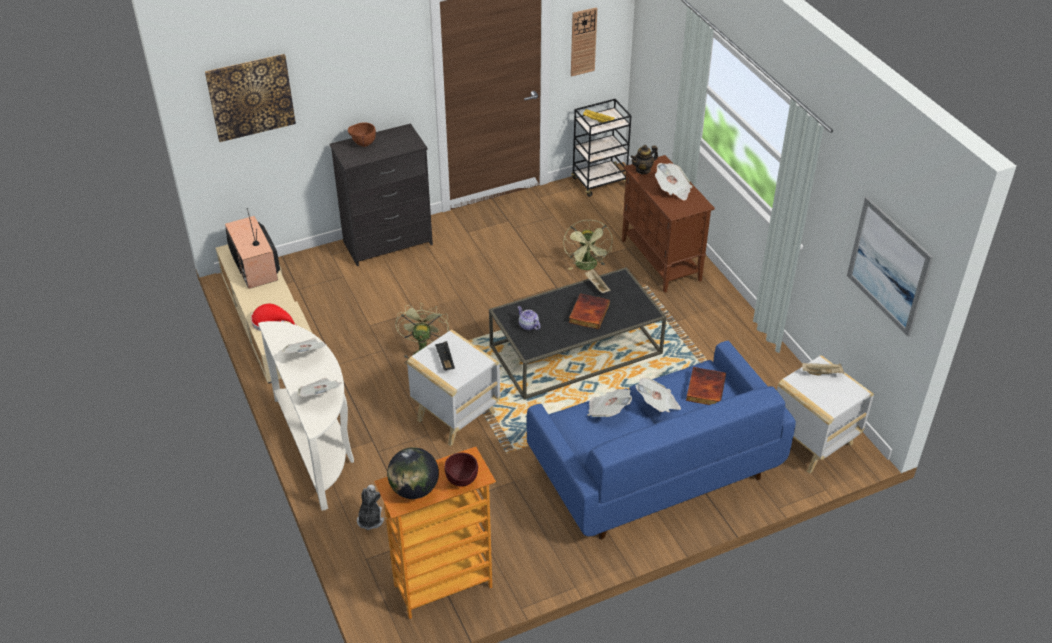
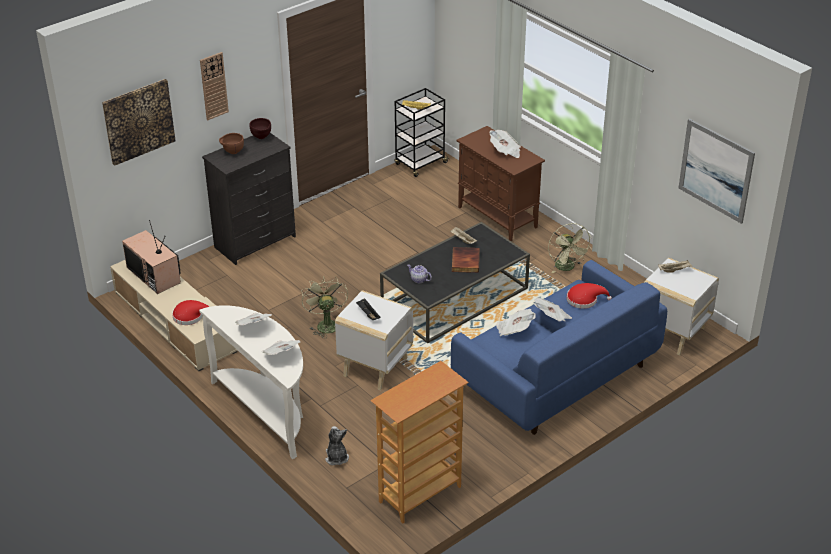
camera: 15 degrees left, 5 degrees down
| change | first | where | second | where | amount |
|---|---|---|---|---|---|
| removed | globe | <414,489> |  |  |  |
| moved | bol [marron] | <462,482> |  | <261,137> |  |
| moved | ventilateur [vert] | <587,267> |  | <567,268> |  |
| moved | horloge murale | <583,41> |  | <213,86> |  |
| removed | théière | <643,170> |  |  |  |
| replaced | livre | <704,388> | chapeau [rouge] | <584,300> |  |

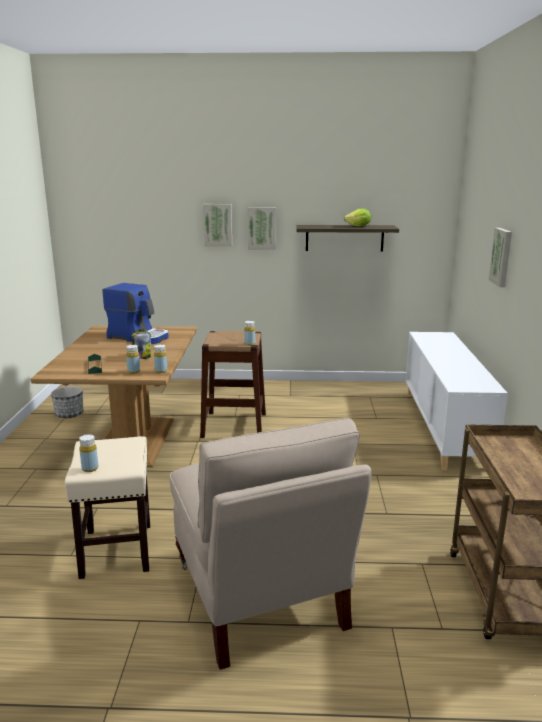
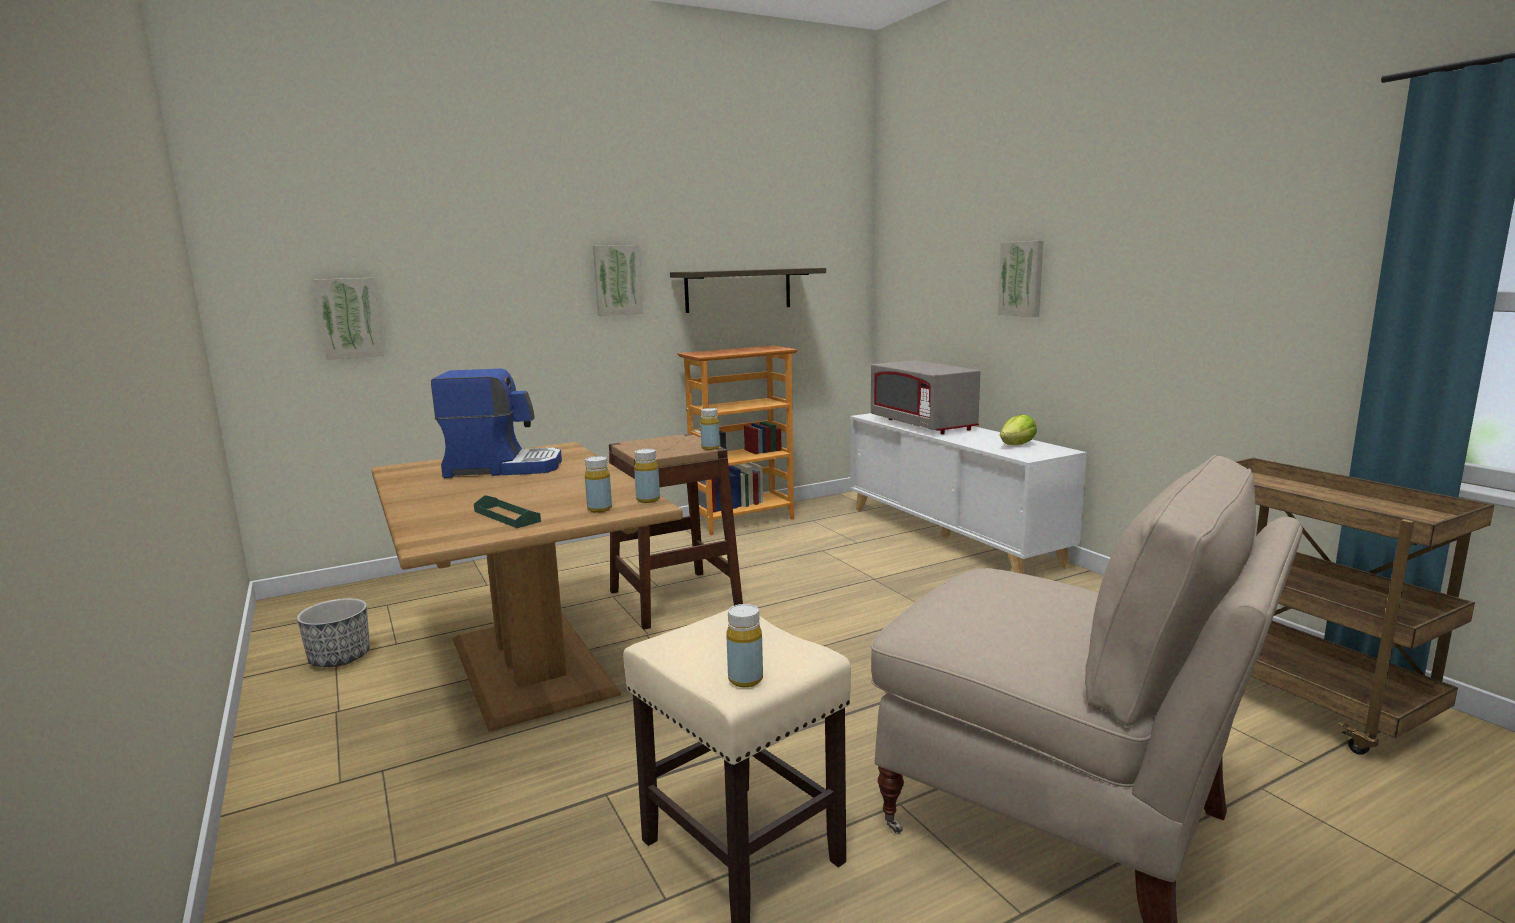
camera: 30 degrees left, 5 degrees down
| change | first | where | second | where | amount |
|---|---|---|---|---|---|
| removed | bocal | <141,357> |  |  |  |
| moved | tableau | <218,225> |  | <349,318> |  |
| moved | laitue | <358,226> |  | <1017,445> |  |
| added |  |  | bibliothèque | <742,520> |  |
| added |  |  | micro-ondes [gris] | <922,425> |  |

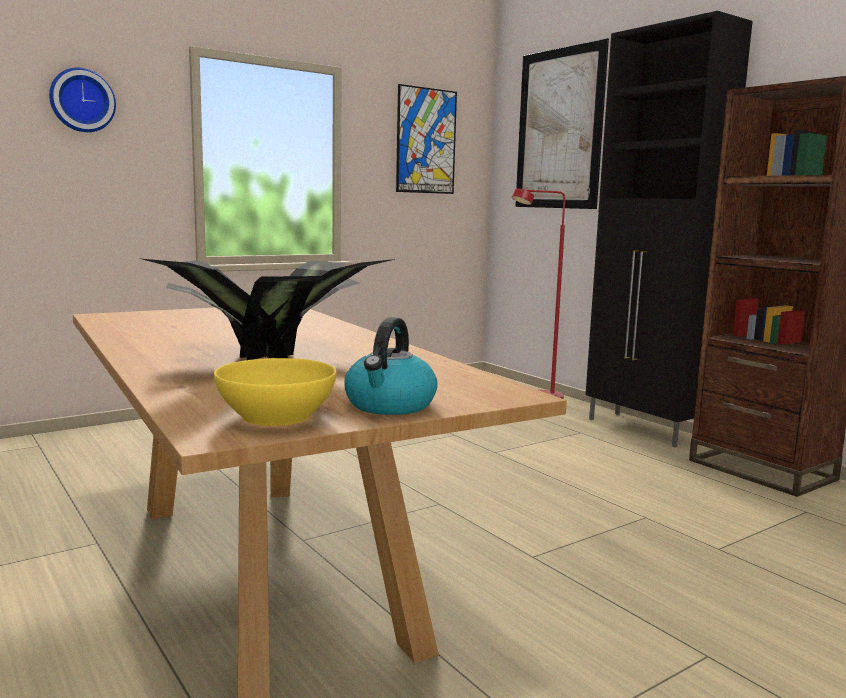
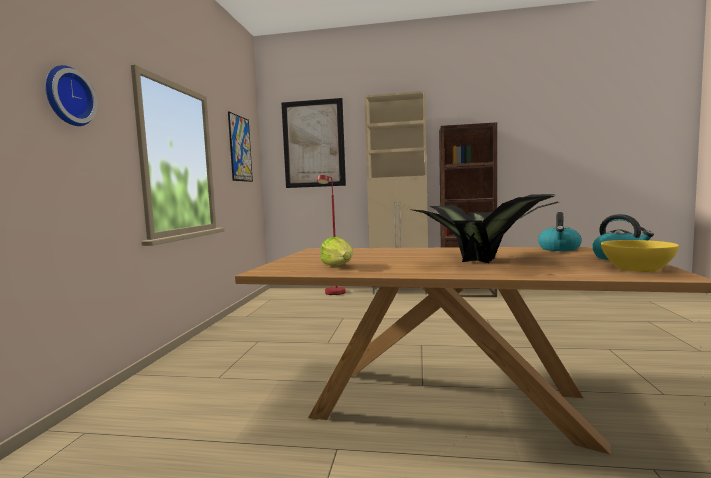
camera: 45 degrees left, 5 degrees down
| change | first | where | second | where | amount |
|---|---|---|---|---|---|
| recoloured | meuble de rangement [noir] | <644,429> | meuble de rangement [beige] | <401,291> |  |
| added |  |  | laitue | <339,266> |  |
| added |  |  | bouilloire | <559,249> |  |

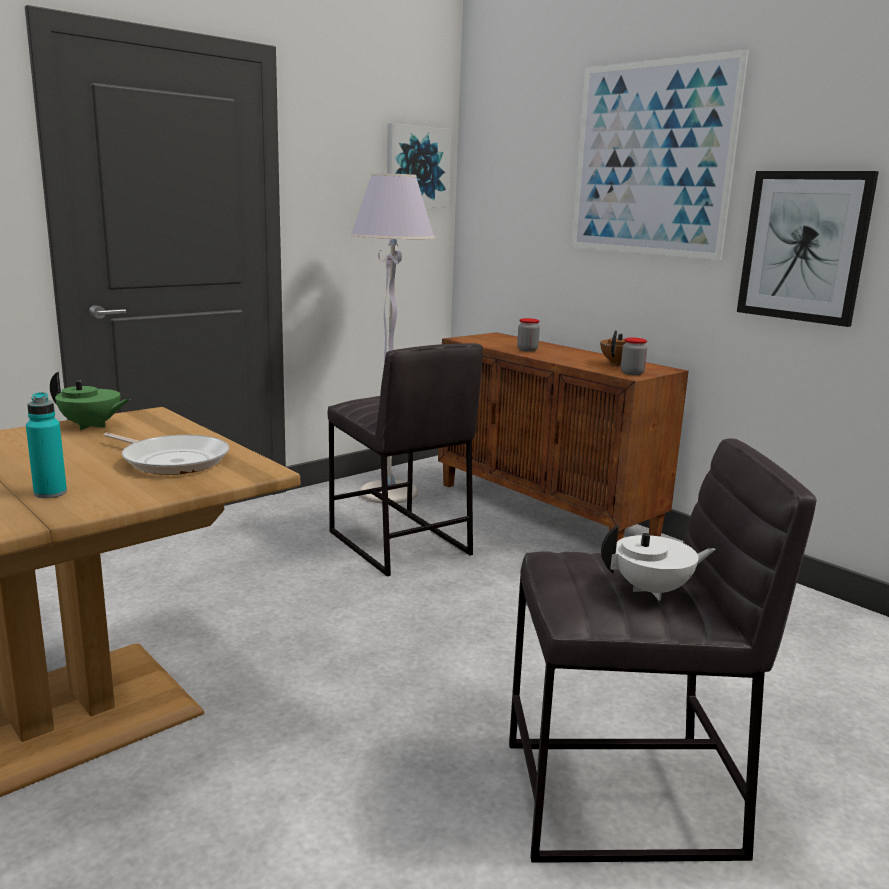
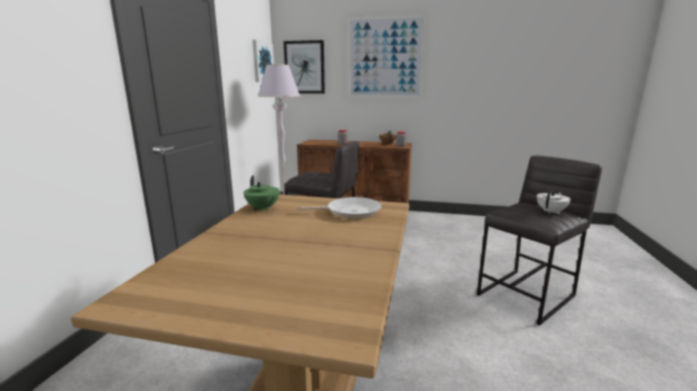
camera: 35 degrees left, 0 degrees up
| change | first | where | second | where | amount |
|---|---|---|---|---|---|
| removed | bouteille [turquoise] | <50,493> |  |  |  |
| turned | théière [vert] | <91,426> |  | <262,208> | 75 degrees clockwise |
| moved | tableau | <804,246> |  | <304,67> |  |

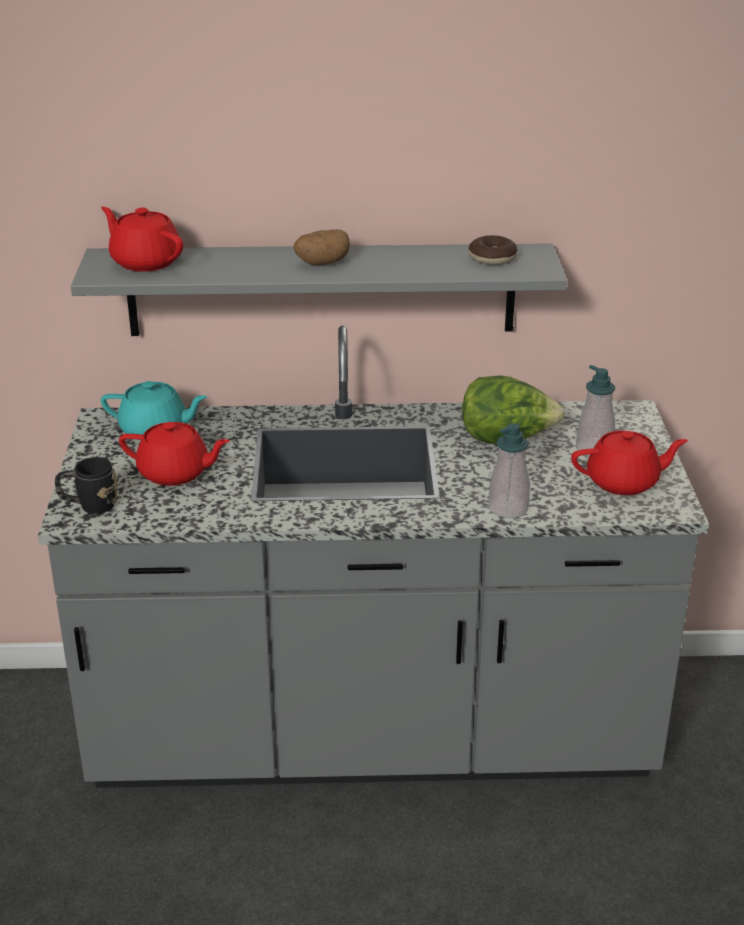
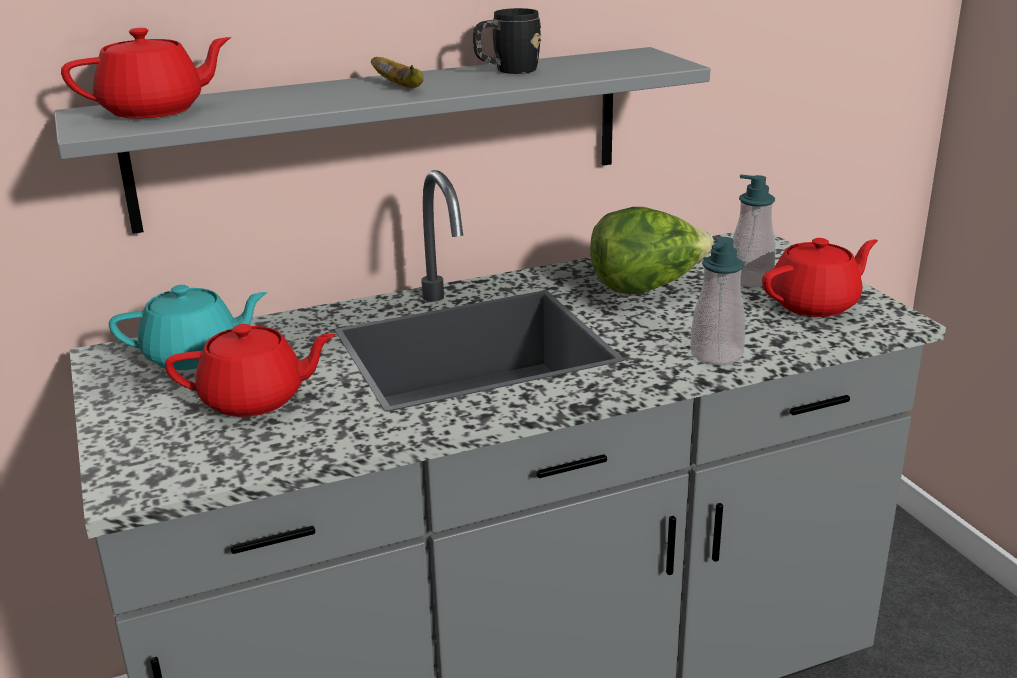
camera: 20 degrees left, 5 degrees down
| change | first | where | second | where | amount |
|---|---|---|---|---|---|
| moved | mug [noir] | <89,506> |  | <507,71> |  |
| turned | théière [rouge] | <145,262> |  | <155,110> | 135 degrees clockwise |
| replaced | pomme de terre | <322,263> | banane | <401,86> |  |
| removed | beignet | <492,258> |  |  |  |

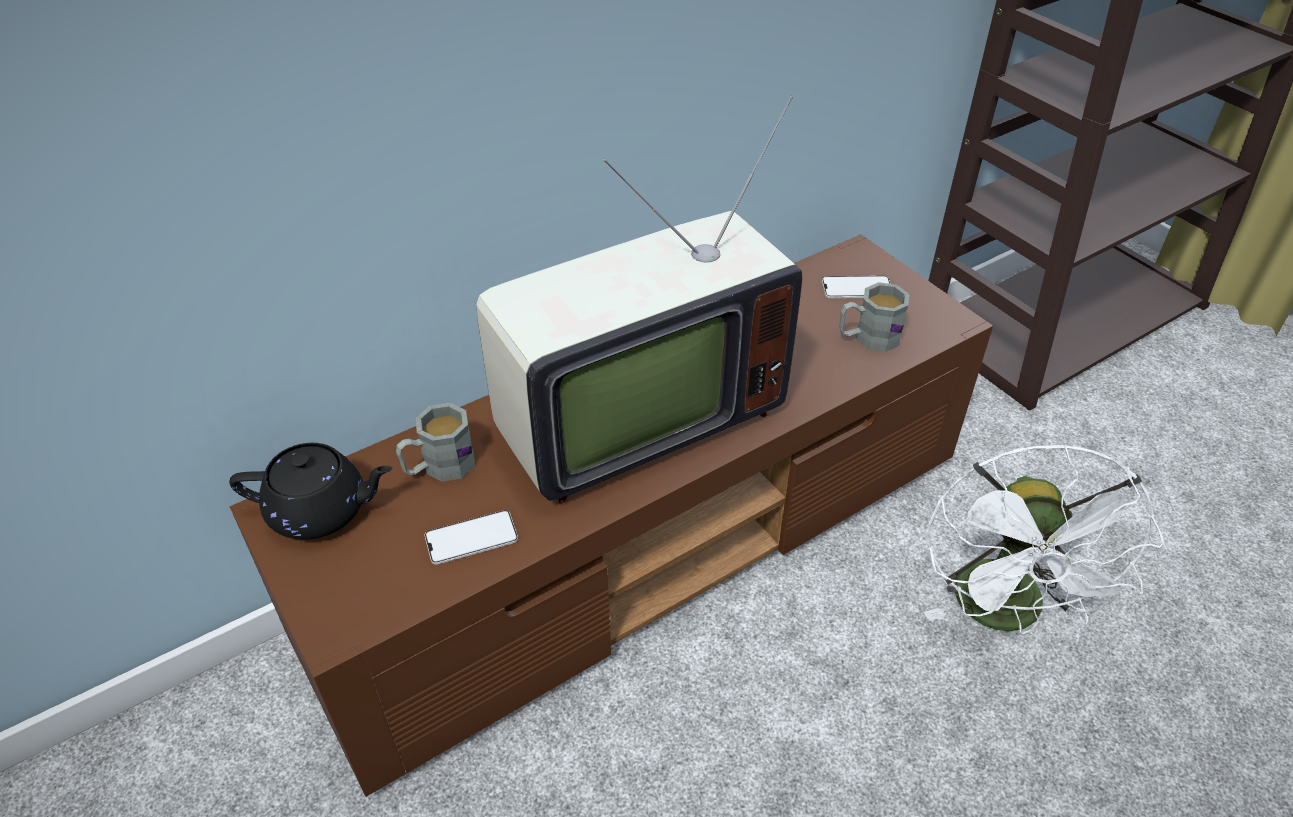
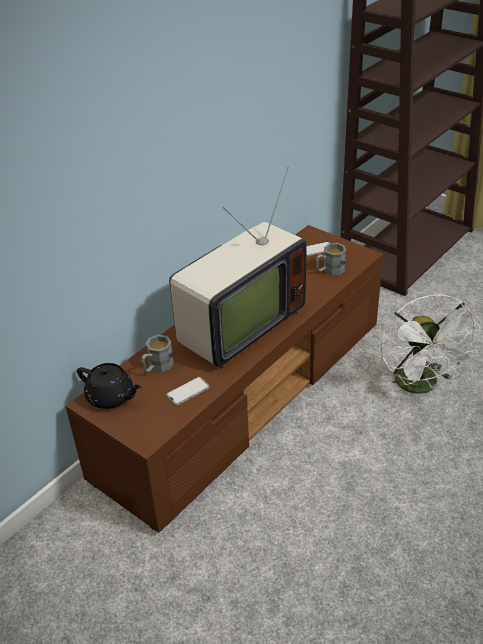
camera: 15 degrees left, 5 degrees down
| change | first | where | second | where | amount |
|---|---|---|---|---|---|
| turned | théière [noir] | <321,511> |  | <111,397> | 45 degrees clockwise |

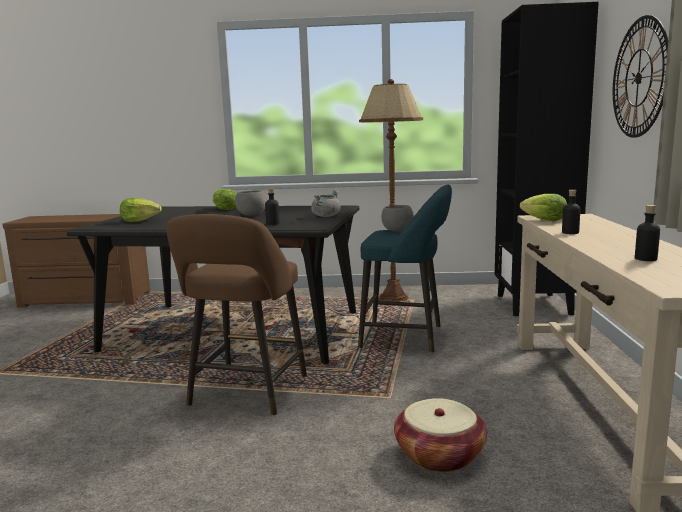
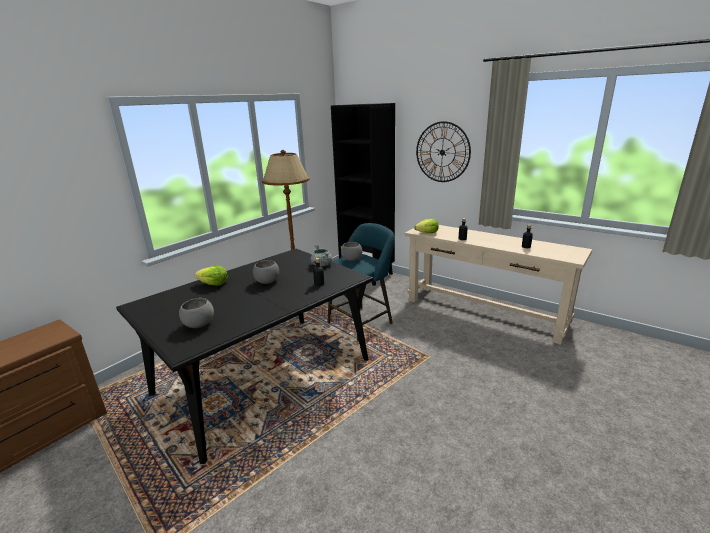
camera: 55 degrees left, 10 degrees up
| change | first | where | second | where | amount |
|---|---|---|---|---|---|
| replaced | laitue | <140,221> | bol [gris] | <198,325> |  |
| removed | tabouret [marron] | <246,394> |  |  |  |
| removed | panier | <439,455> |  |  |  |

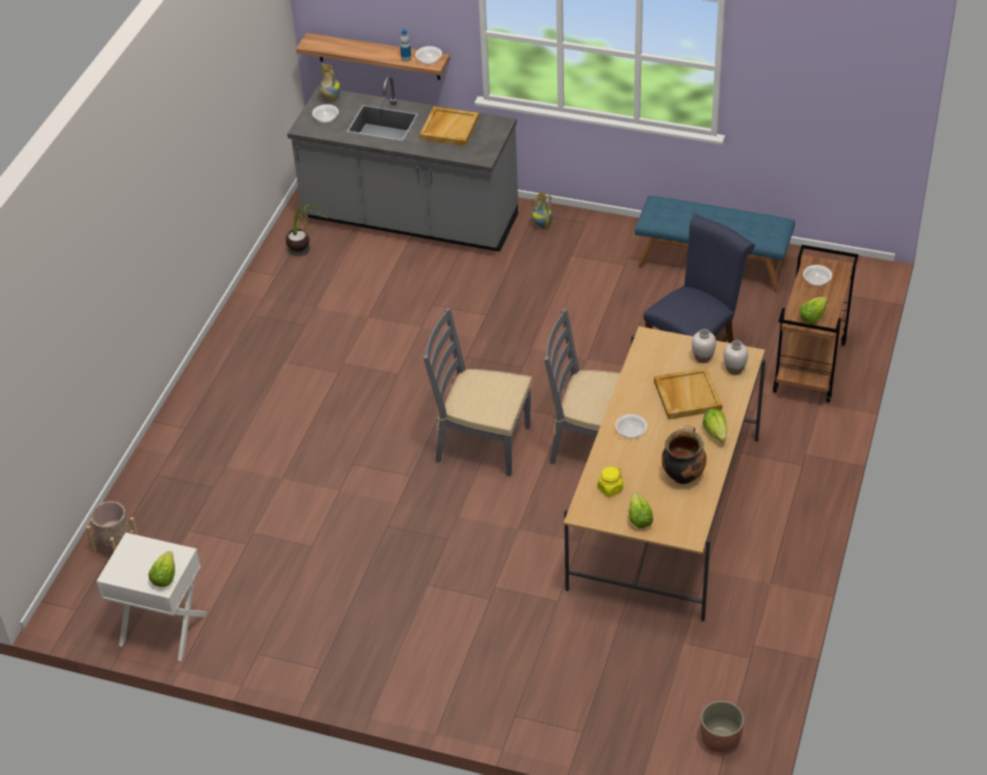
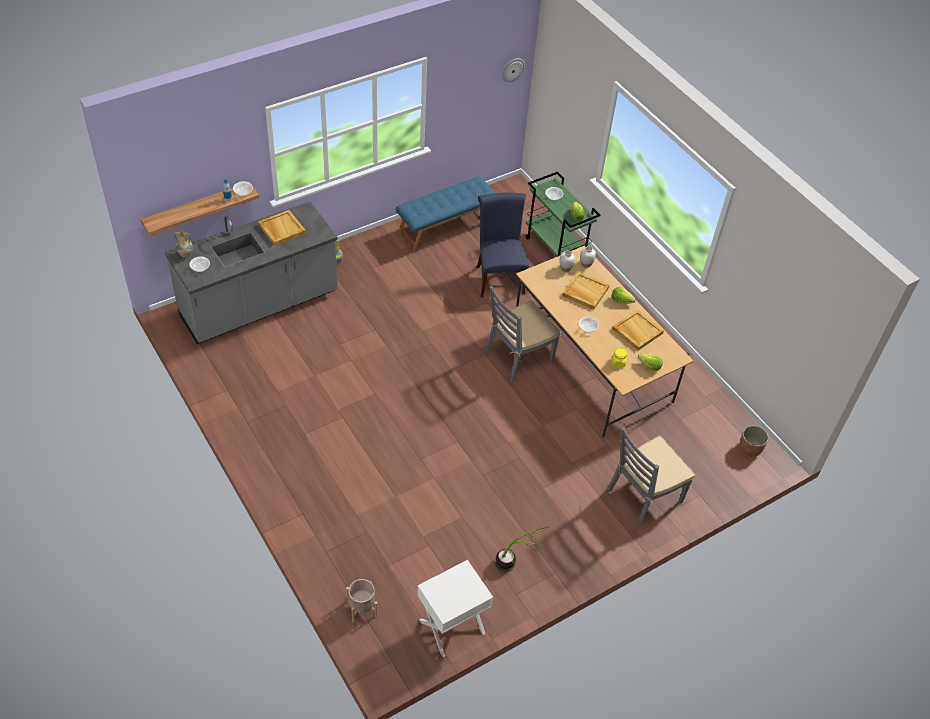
camera: 55 degrees left, 5 degrees up
| change | first | where | second | where | amount |
|---|---|---|---|---|---|
| removed | laitue | <164,577> |  |  |  |
| moved | plante en pot | <307,255> |  | <516,564> |  |
| moved | chaise [gris] | <482,444> |  | <644,496> |  |
| replaced | marmite | <683,475> | plateau [beige] | <636,331> |  |
| recoloured | chariot [marron] | <810,368> | chariot [vert] | <556,249> |  |
| added |  |  | horloge murale | <512,69> |  |

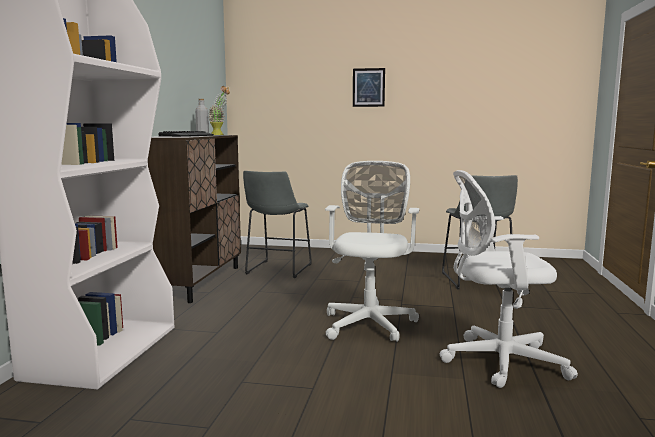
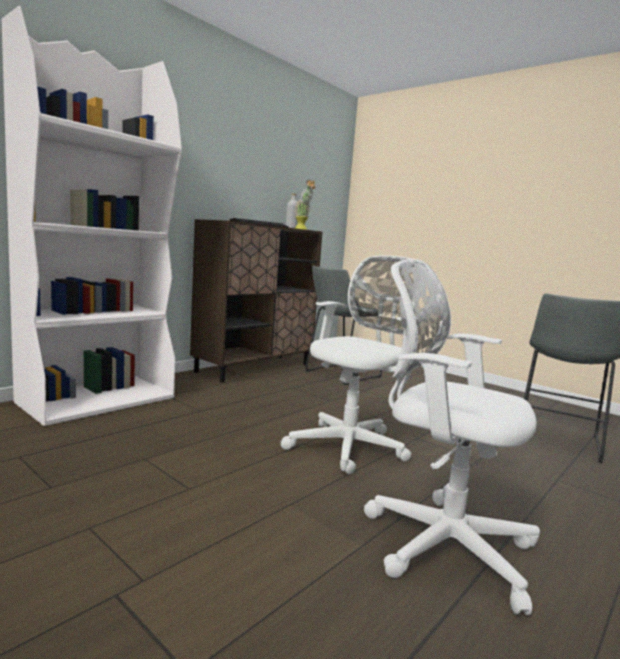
camera: 30 degrees right, 0 degrees up
| change | first | where | second | where | amount |
|---|---|---|---|---|---|
| removed | tableau | <368,87> |  |  |  |

